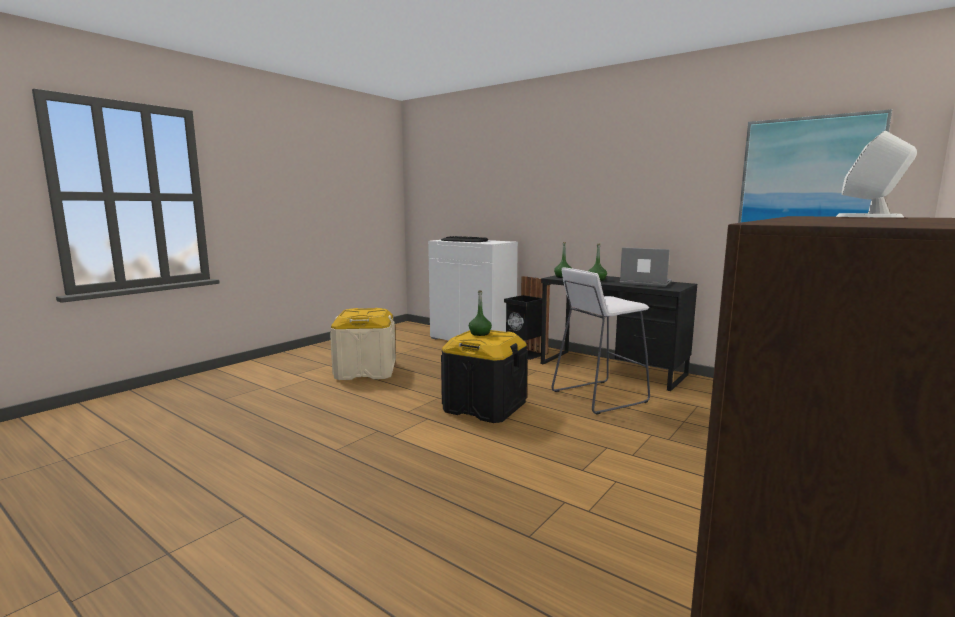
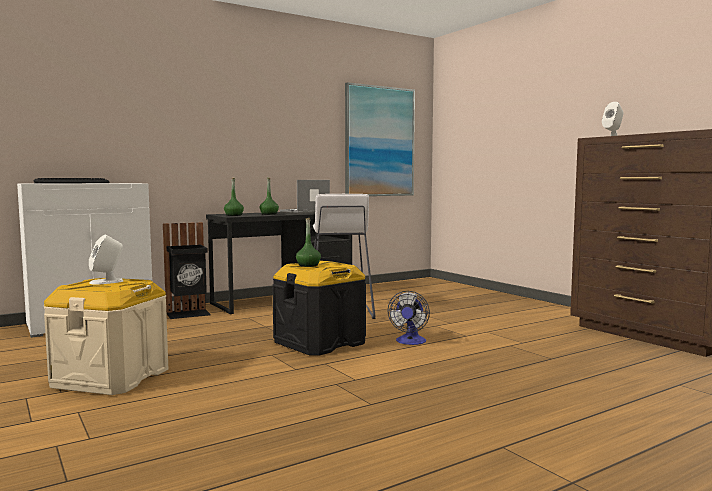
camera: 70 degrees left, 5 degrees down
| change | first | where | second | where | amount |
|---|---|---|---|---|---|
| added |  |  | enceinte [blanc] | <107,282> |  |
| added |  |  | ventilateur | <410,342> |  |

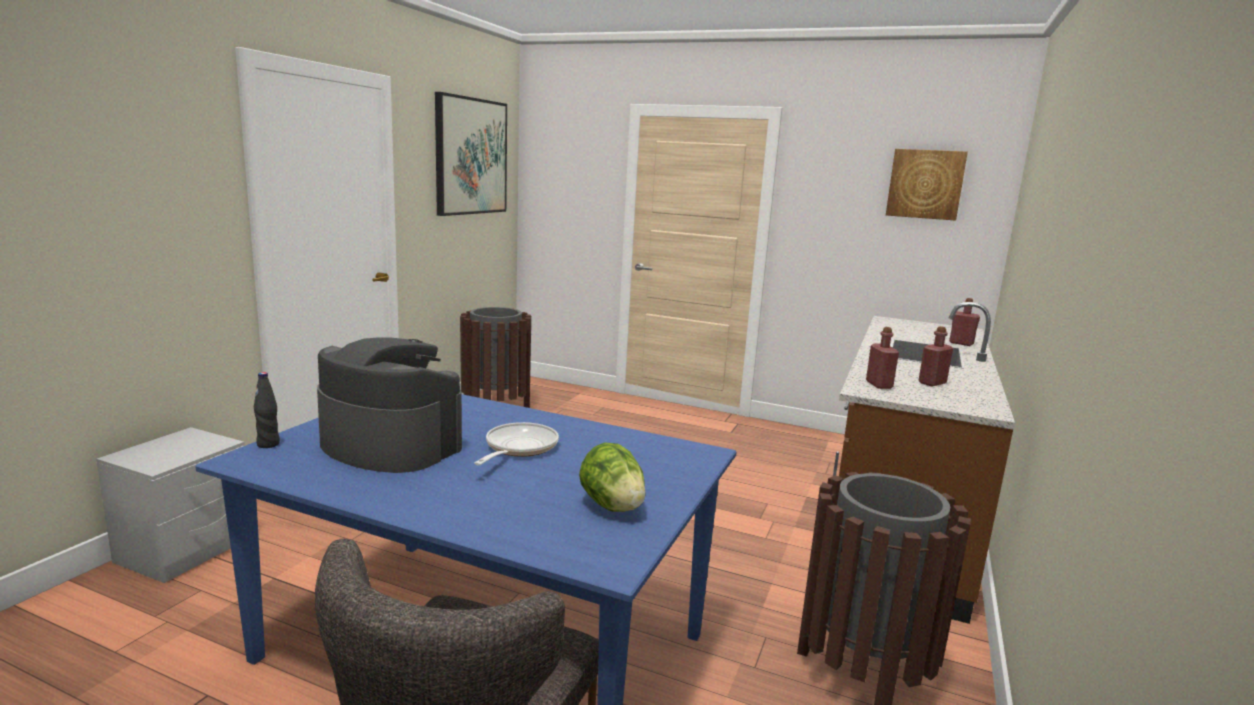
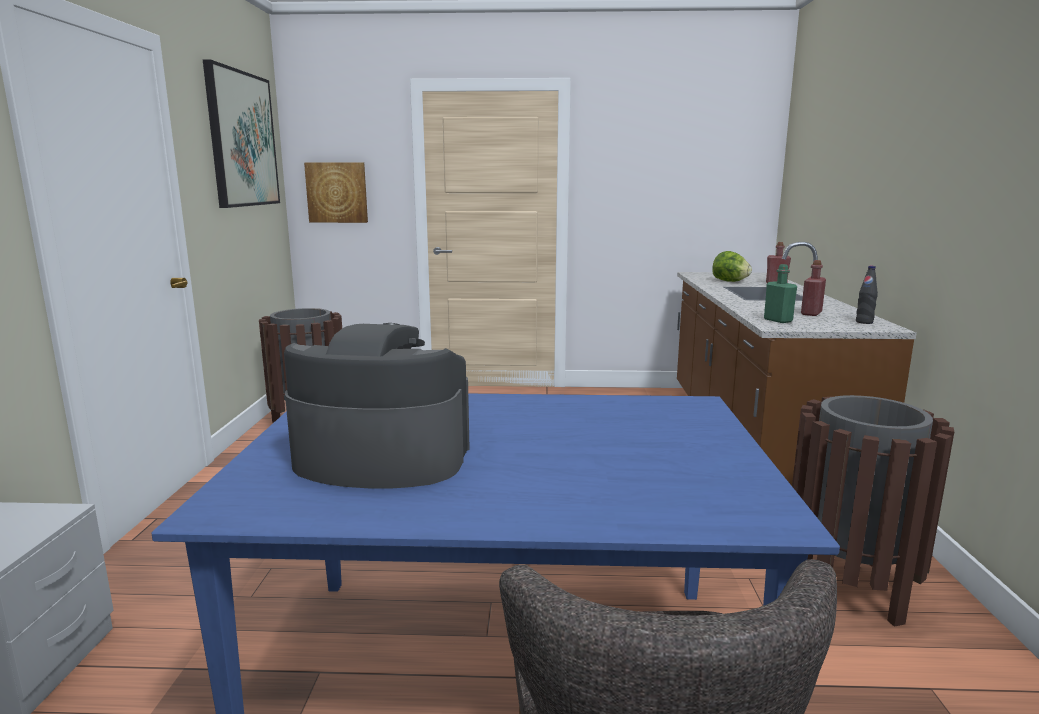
camera: 20 degrees left, 0 degrees up
| change | first | where | second | where | amount |
|---|---|---|---|---|---|
| moved | bouteille [noir] | <268,444> |  | <864,322> |  |
| removed | poêle | <518,448> |  |  |  |
| moved | laitue | <612,506> |  | <729,281> |  |
| recoloured | bouteille [rouge] | <879,385> | bouteille [vert] | <778,320> |  |
| moved | tableau | <925,184> |  | <337,192> |  |

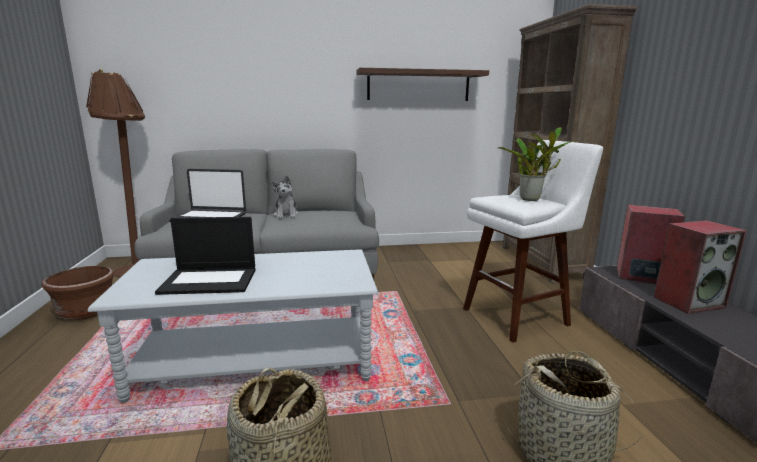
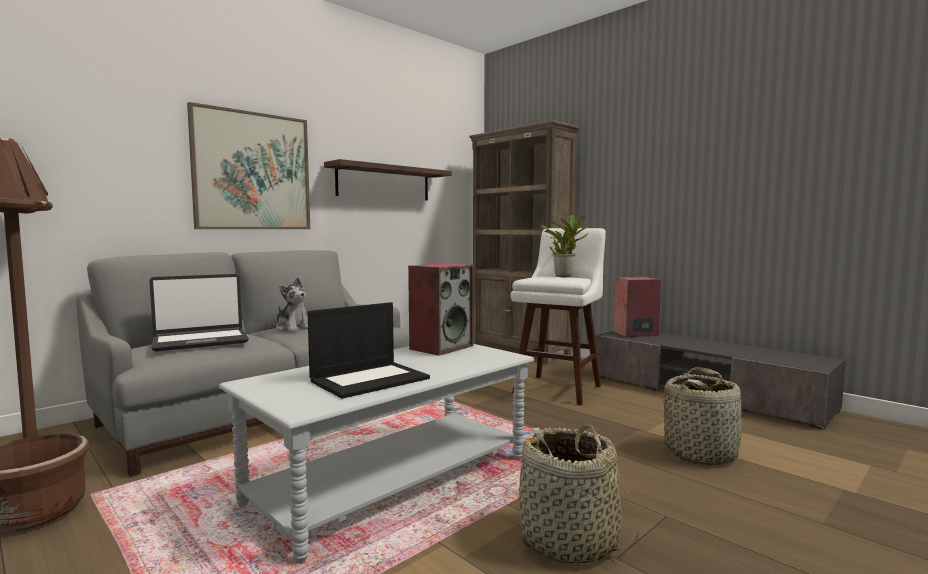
camera: 35 degrees left, 10 degrees down
| change | first | where | second | where | amount |
|---|---|---|---|---|---|
| moved | enceinte | <689,302> |  | <441,347> |  |
| added |  |  | tableau | <252,171> |  |

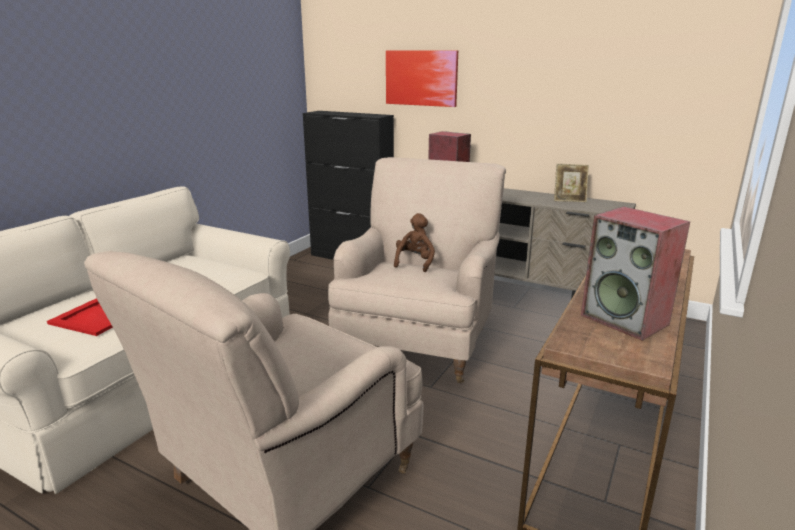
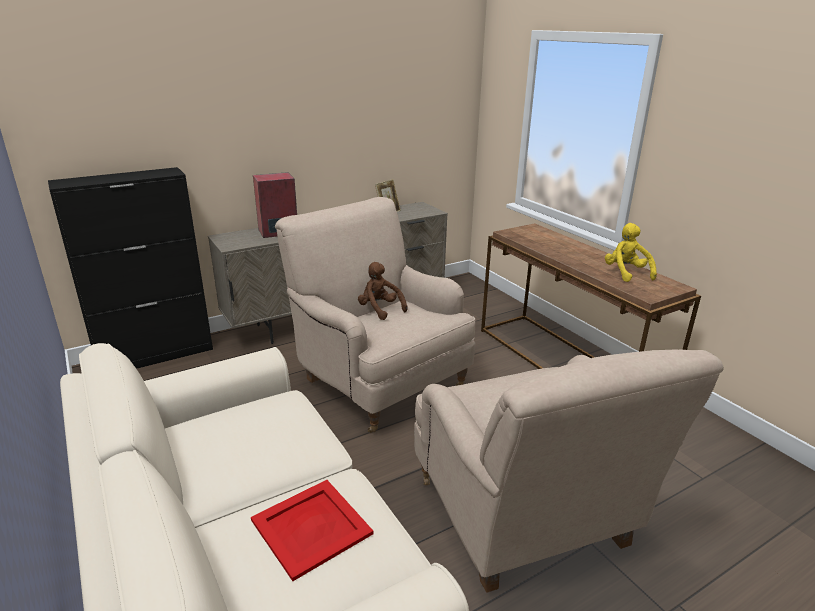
camera: 60 degrees left, 5 degrees up
| change | first | where | second | where | amount |
|---|---|---|---|---|---|
| removed | tableau | <421,78> |  |  |  |
| replaced | enceinte | <626,320> | peluche [jaune] | <626,273> |  |

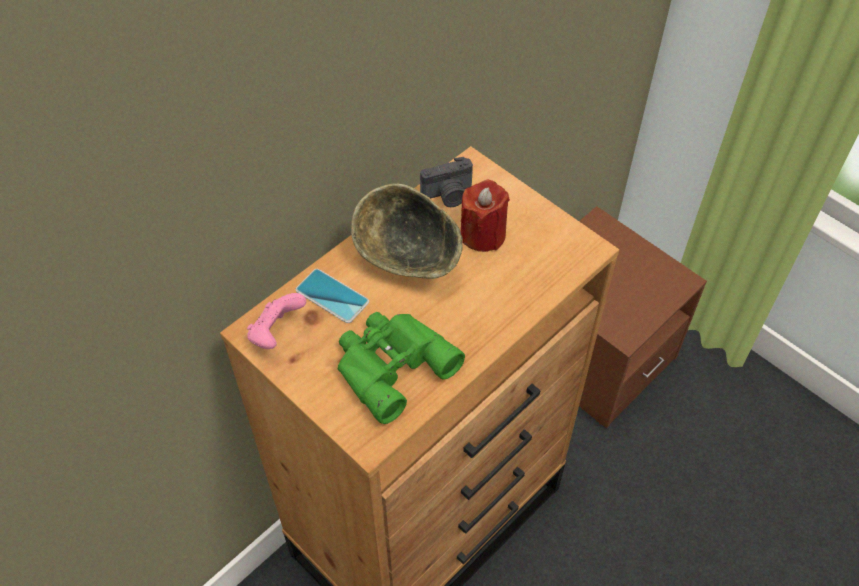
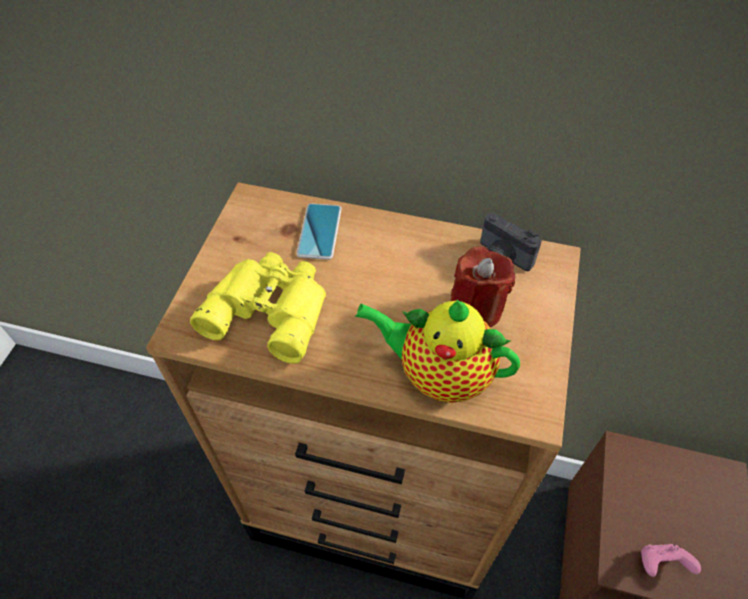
camera: 60 degrees right, 0 degrees up
| change | first | where | second | where | amount |
|---|---|---|---|---|---|
| moved | manette [rose] | <276,333> |  | <660,563> |  |
| recoloured | jumelles [vert] | <390,365> | jumelles [jaune] | <270,308> |  |
| removed | bol | <408,261> |  |  |  |
| added |  |  | théière | <438,374> |  |

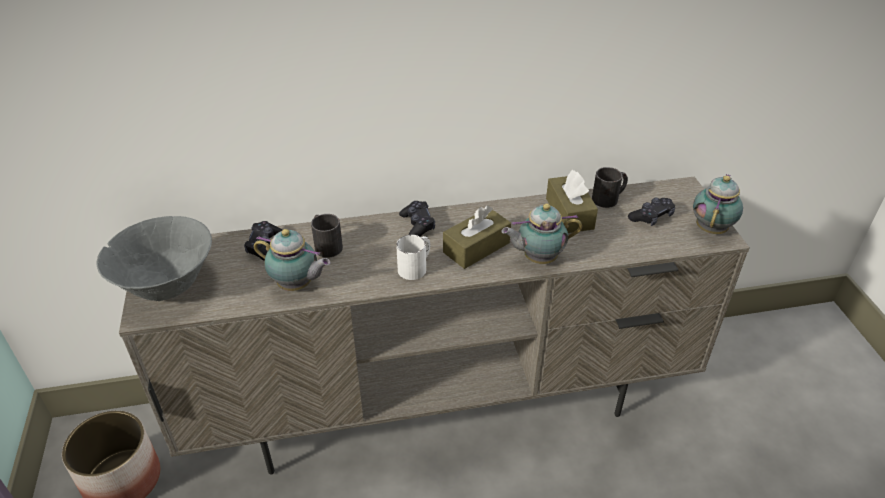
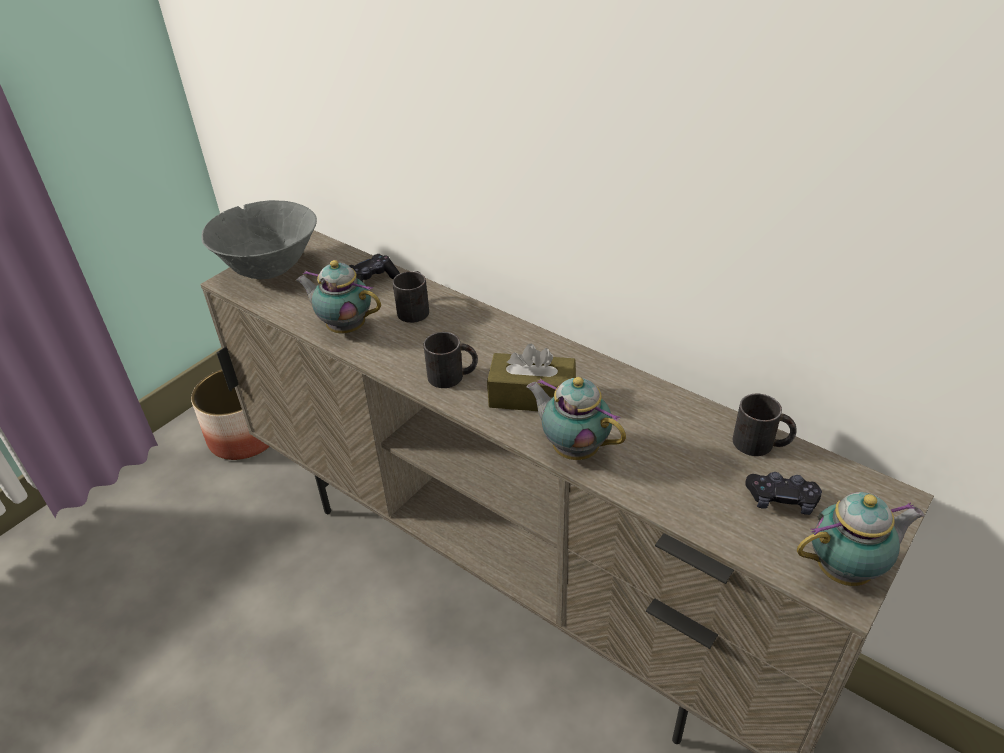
camera: 50 degrees right, 0 degrees up
| change | first | where | second | where | amount |
|---|---|---|---|---|---|
| turned | théière | <297,286> |  | <344,327> | 135 degrees clockwise |
| recoloured | mug [blanc] | <416,266> | mug [noir] | <453,376> |  |
| removed | manette [noir] | <417,225> |  |  |  |
| removed | boîte à mouchoirs [marron] | <569,213> |  |  |  |

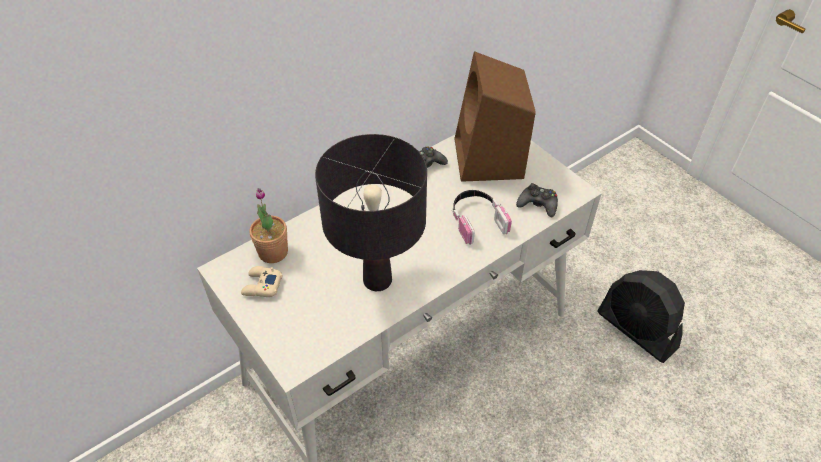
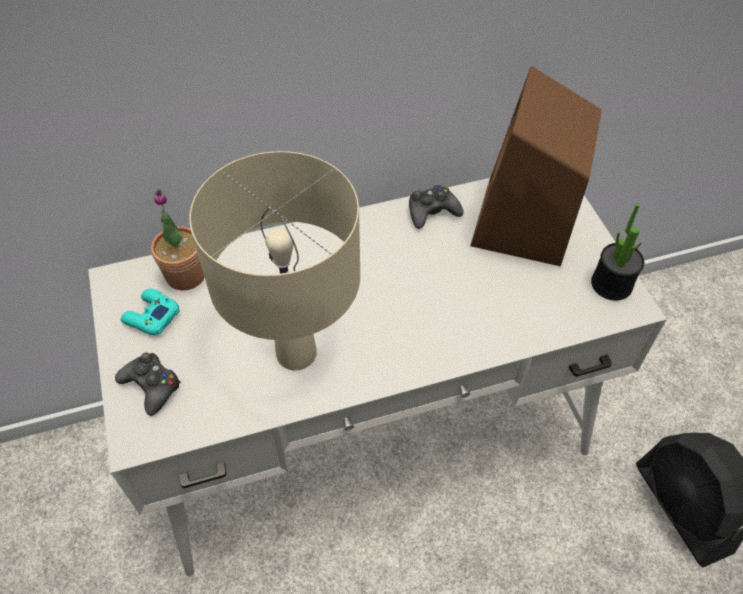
camera: 20 degrees right, 5 degrees up
| change | first | where | second | where | amount |
|---|---|---|---|---|---|
| recoloured | manette [beige] | <262,286> | manette [turquoise] | <151,316> |  |
| recoloured | lampe de table [noir] | <377,280> | lampe de table [beige] | <296,354> |  |
| removed | casque audio | <476,220> |  |  |  |
| moved | manette [noir] | <538,204> |  | <152,386> |  |
| added |  |  | plante en pot | <611,284> |  |

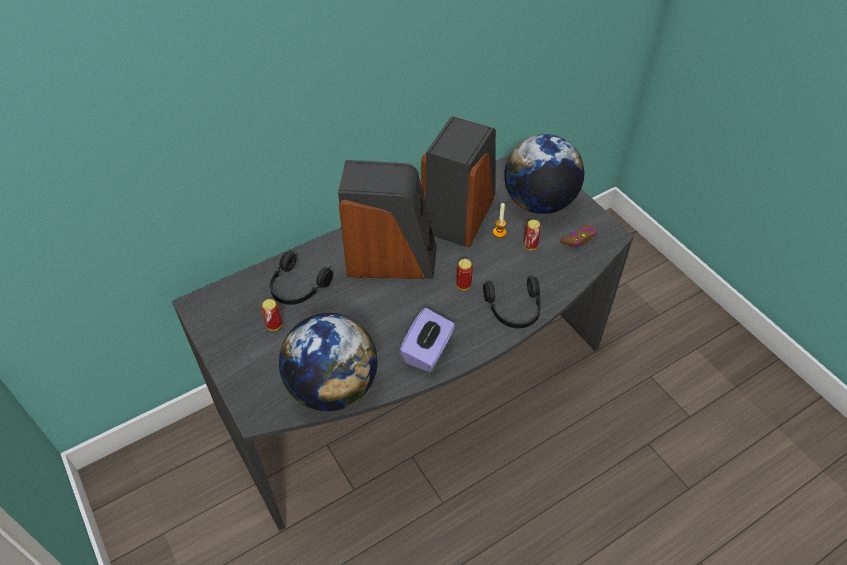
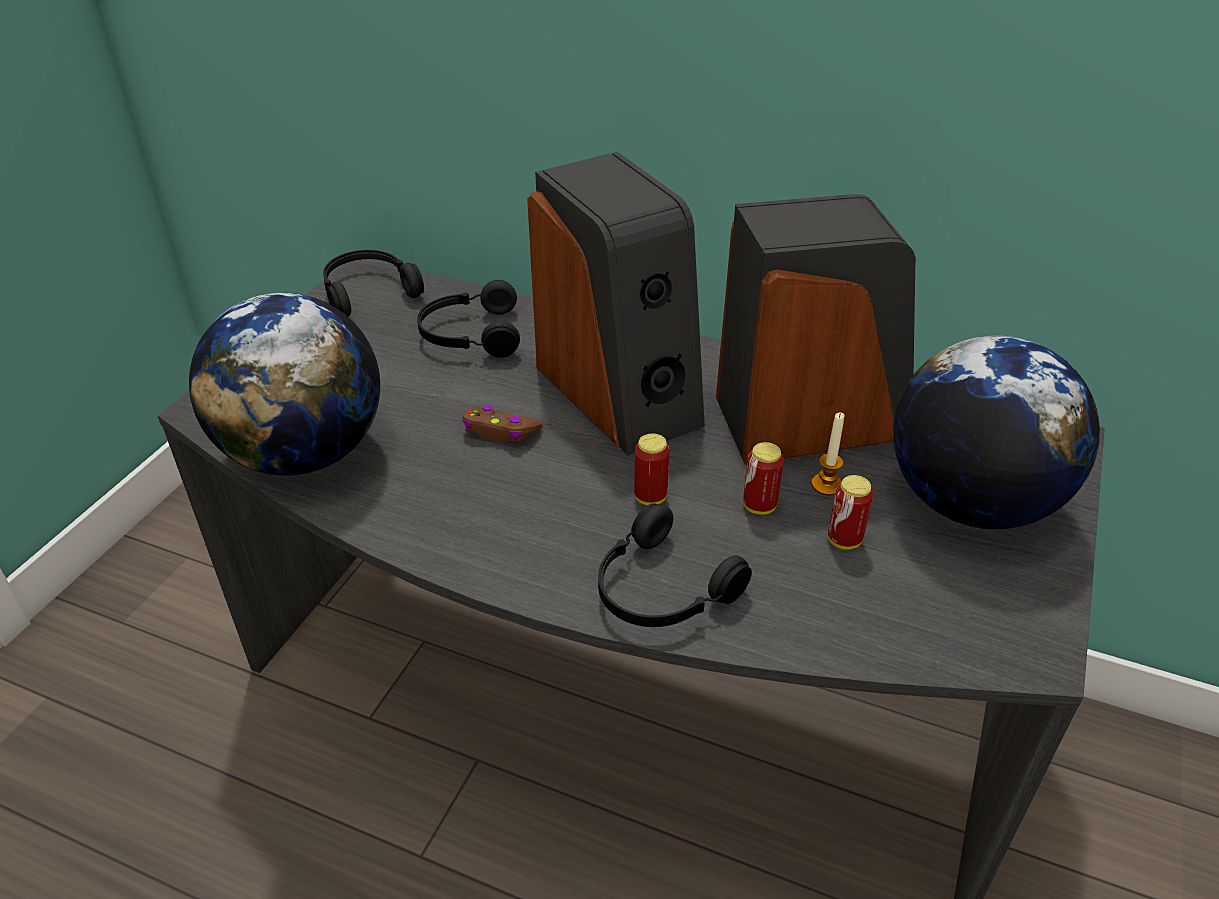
camera: 55 degrees right, 10 degrees down
| change | first | where | second | where | amount |
|---|---|---|---|---|---|
| moved | boîte métallique | <274,325> |  | <759,506> |  |
| removed | boîte à mouchoirs [violet] | <427,352> |  |  |  |
| moved | manette [marron] | <578,239> |  | <500,431> |  |
| added |  |  | casque audio [noir] | <368,292> |  |

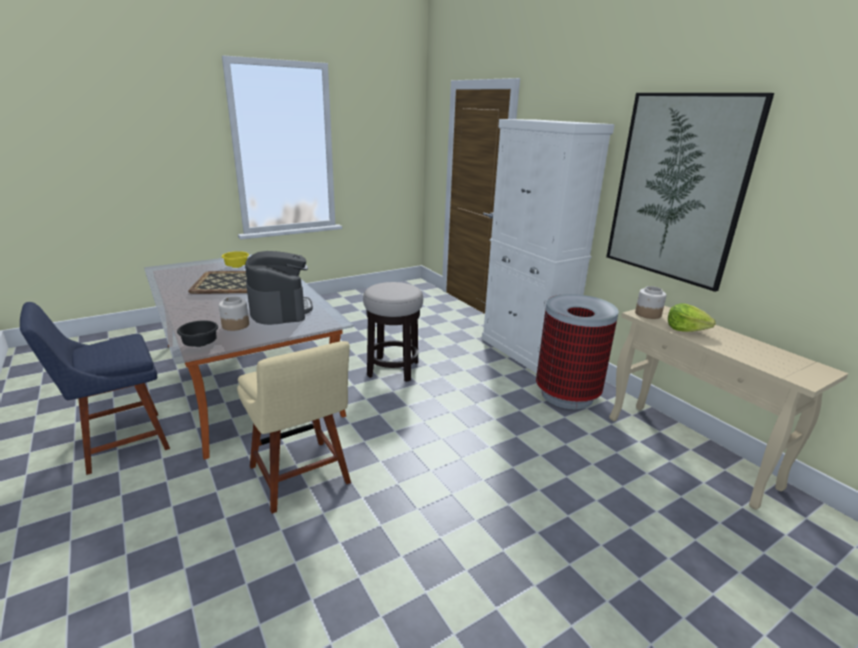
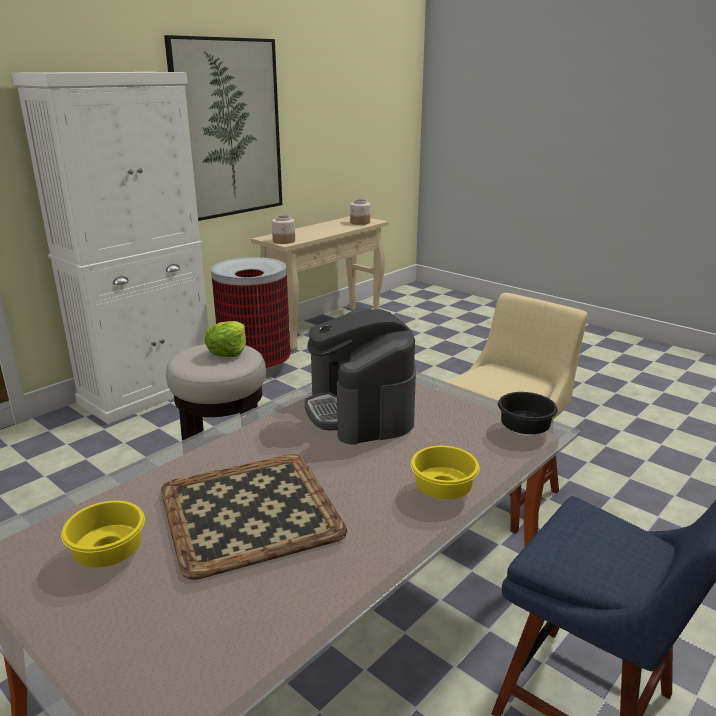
camera: 105 degrees left, 0 degrees up
| change | first | where | second | where | amount |
|---|---|---|---|---|---|
| moved | bocal | <235,325> |  | <360,222> |  |
| turned | machine à café | <280,309> |  | <360,410> | 75 degrees counterclockwise |
| moved | laitue | <685,329> |  | <228,351> |  |
| added |  |  | bol [jaune] | <445,490> |  |

